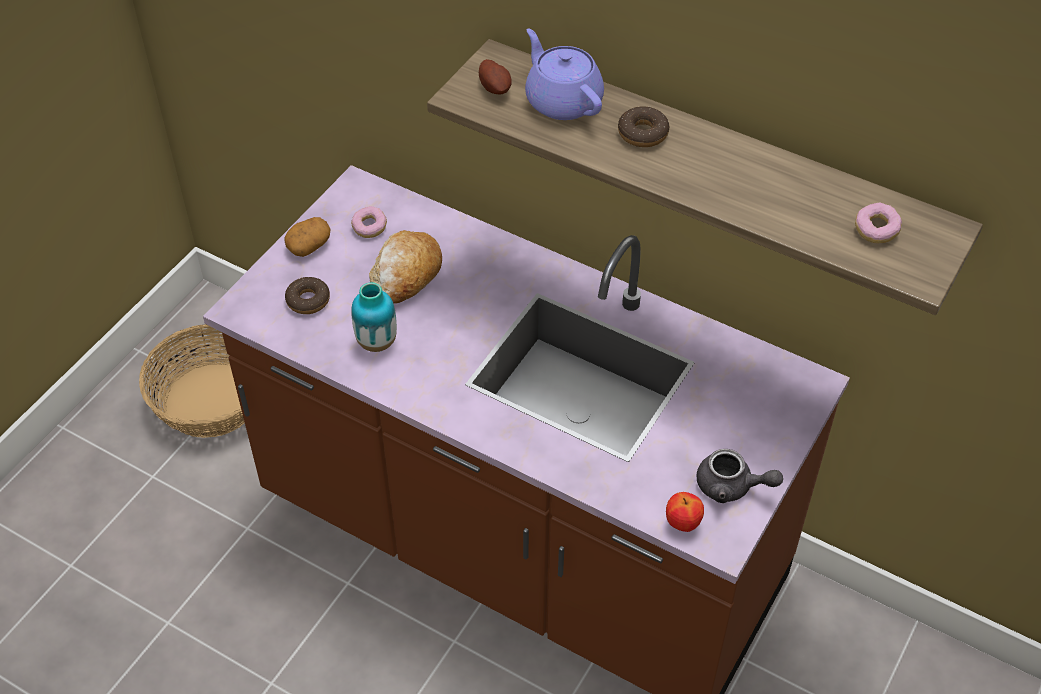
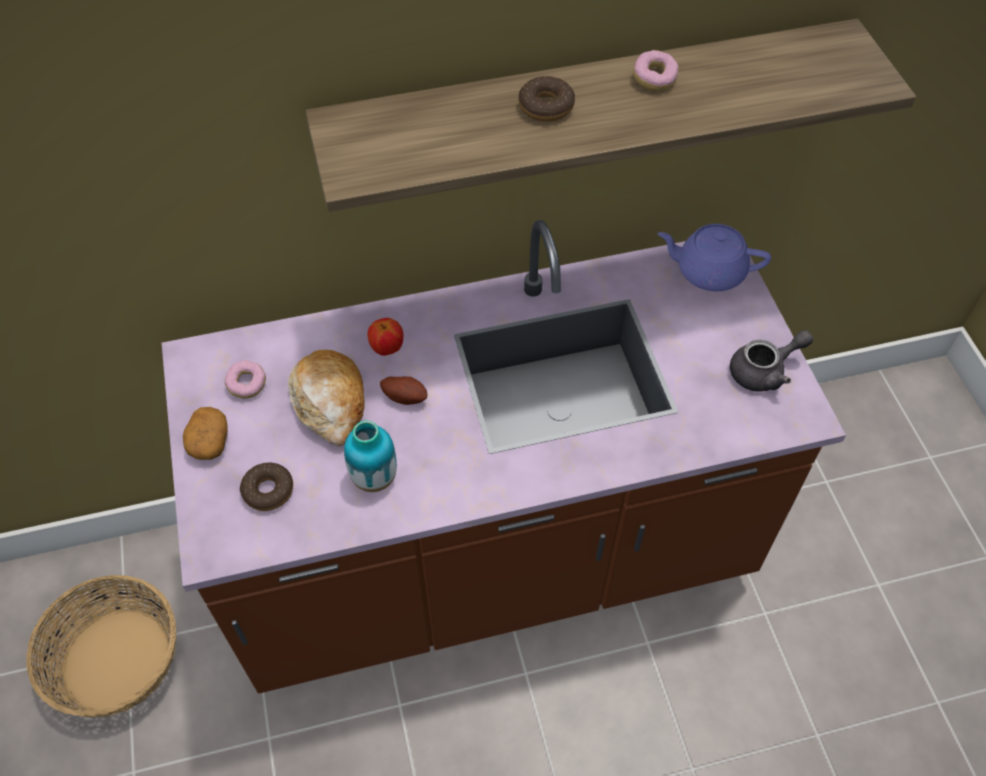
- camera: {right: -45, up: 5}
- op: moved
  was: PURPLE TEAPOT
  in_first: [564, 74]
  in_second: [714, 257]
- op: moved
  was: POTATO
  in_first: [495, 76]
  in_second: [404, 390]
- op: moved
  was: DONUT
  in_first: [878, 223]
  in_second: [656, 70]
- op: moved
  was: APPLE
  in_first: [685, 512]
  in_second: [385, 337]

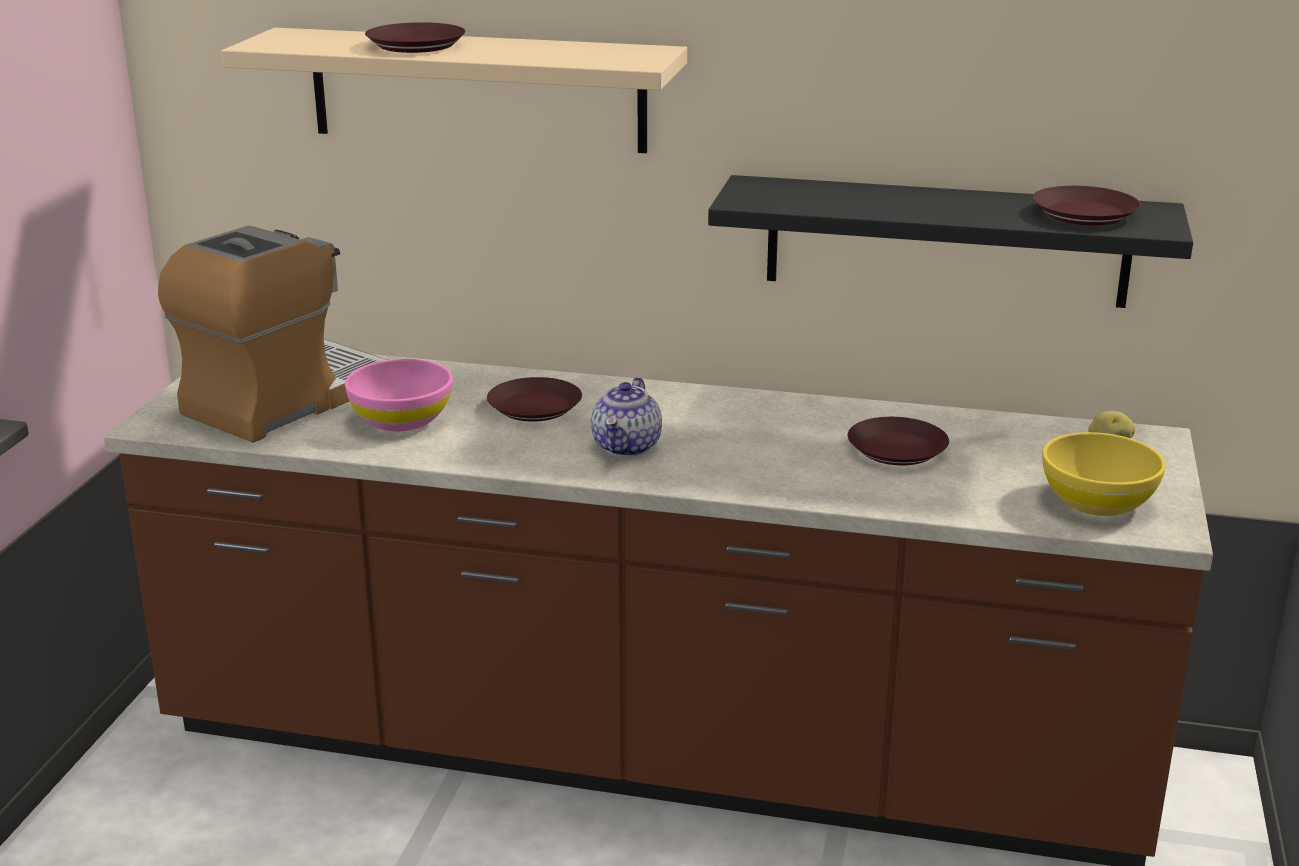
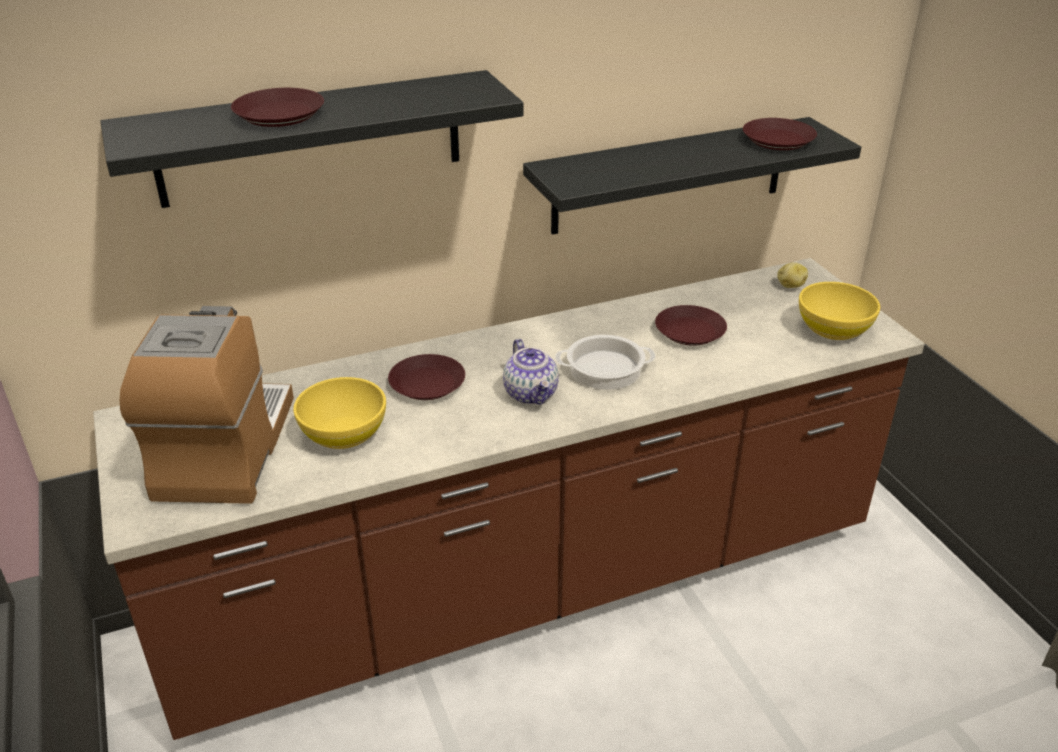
- camera: {right: -35, up: 10}
- op: recoloured
  was: BEIGE SHELF
  now: BLACK SHELF
  in_first: [454, 90]
  in_second: [311, 139]
- op: recoloured
  was: PINK BOWL
  now: YELLOW BOWL
  in_first: [399, 395]
  in_second: [339, 413]
- op: added
  now: COOKING POT
  in_second: [605, 362]

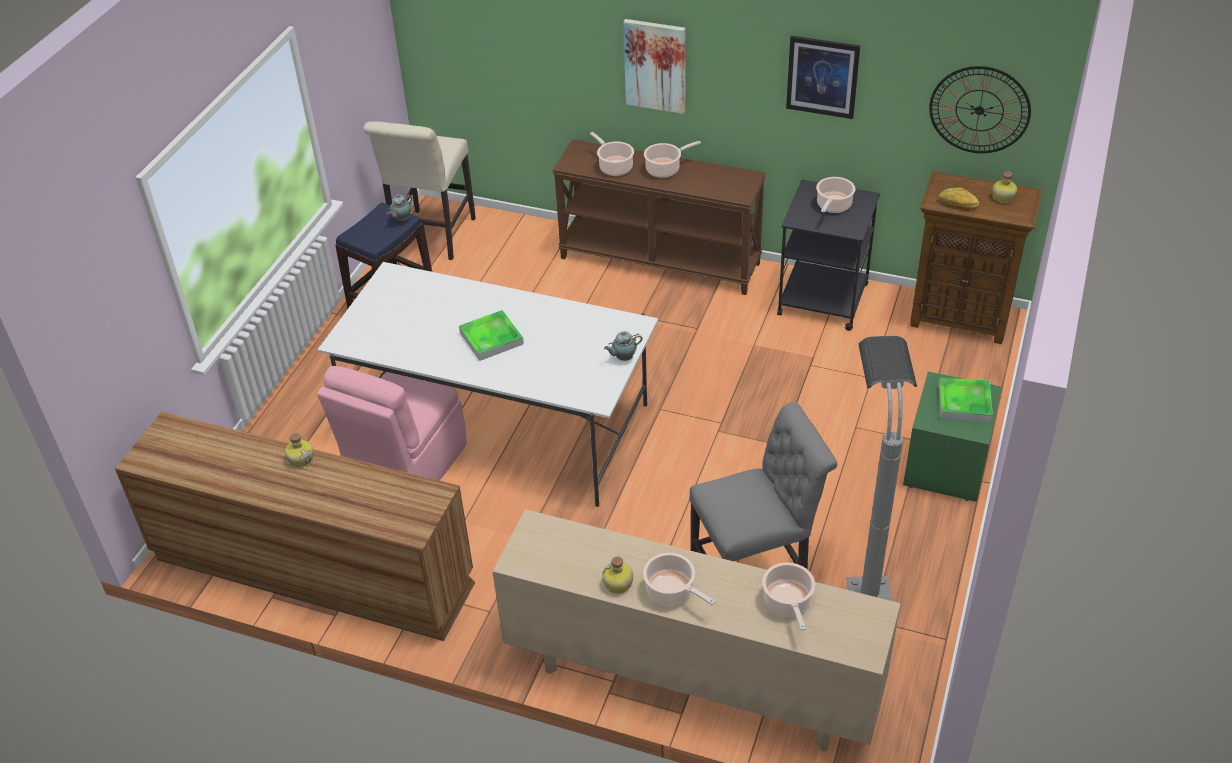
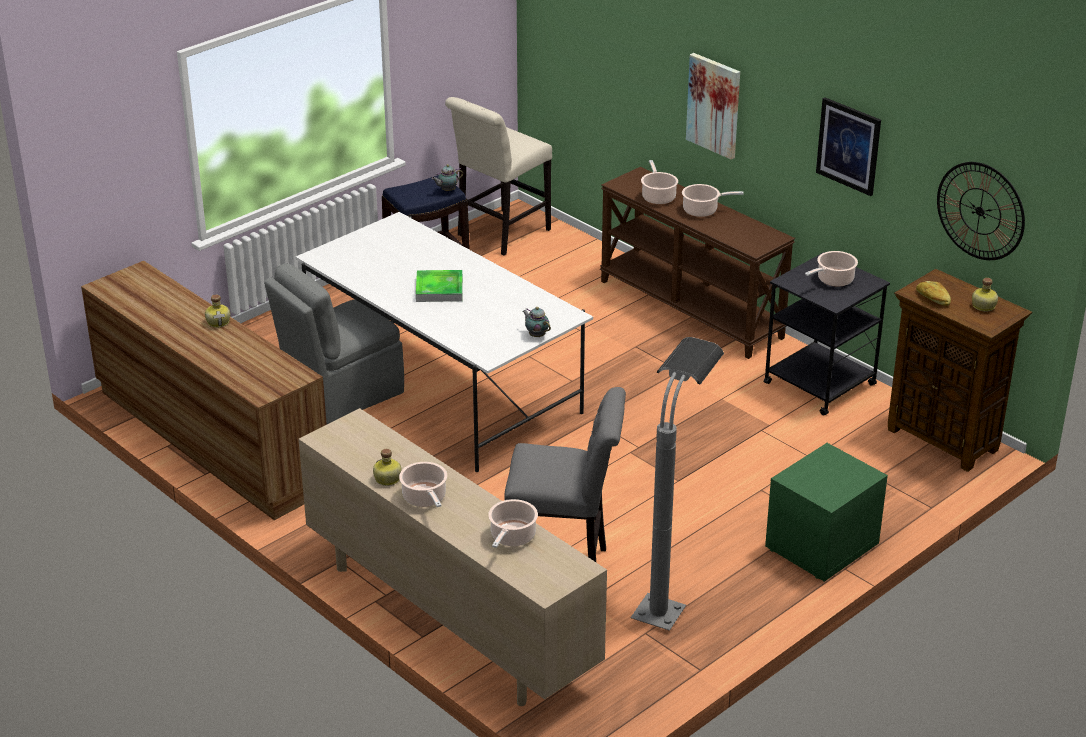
- camera: {right: 25, up: -10}
- op: turned
  was: TEAPOT
  in_first: [623, 346]
  in_second: [537, 322]
  clockwise: 45
- op: recoloured
  was: PINK CHAIR
  now: GREY CHAIR
  in_first: [392, 423]
  in_second: [334, 343]
- op: removed
  was: TRAY
  in_first: [966, 399]

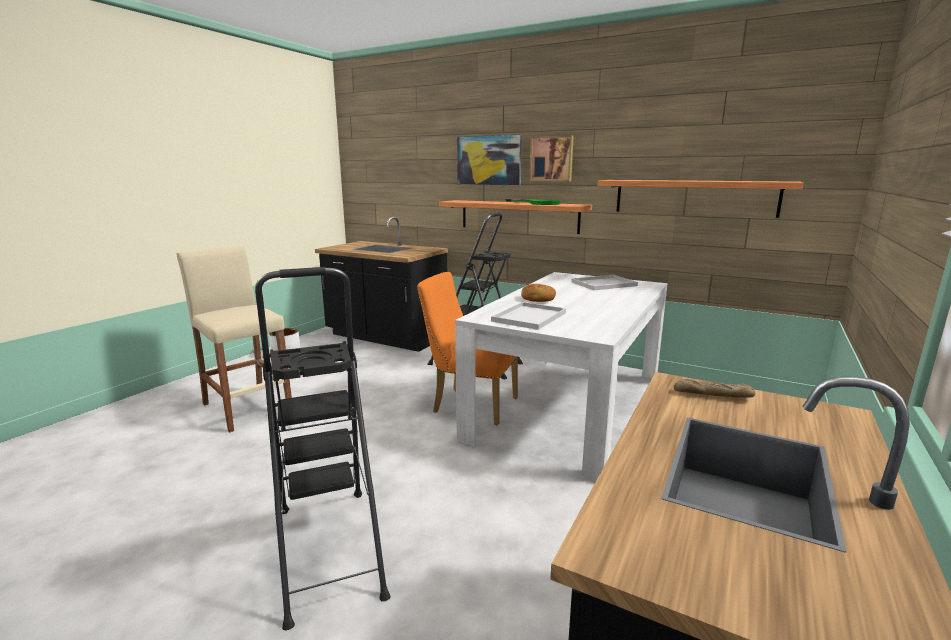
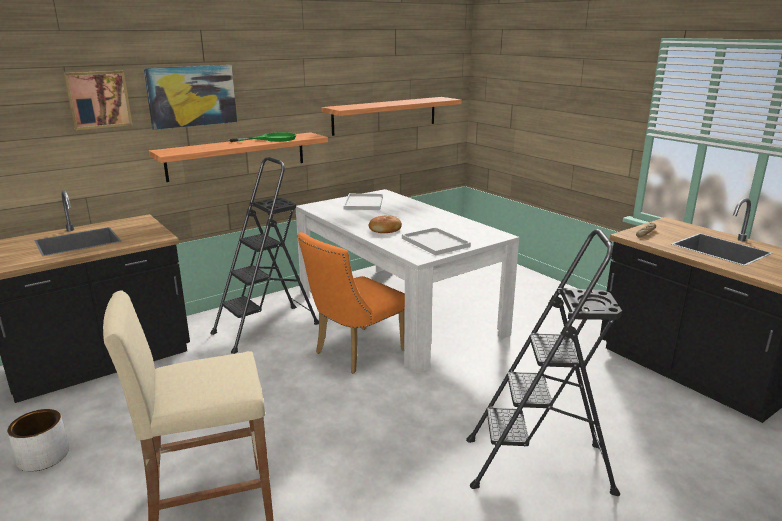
- camera: {right: -65, up: 5}
- op: moved
  was: PICTURE
  in_first: [551, 158]
  in_second: [97, 100]

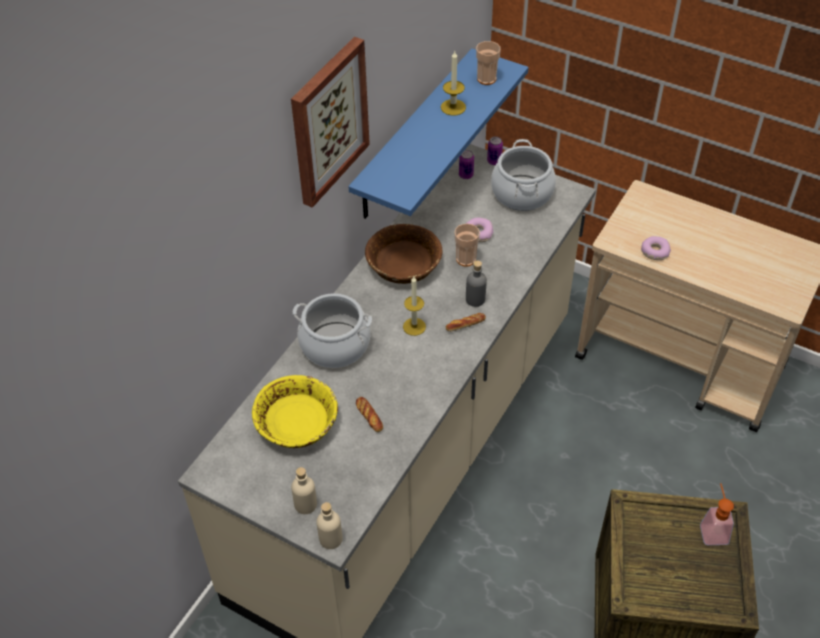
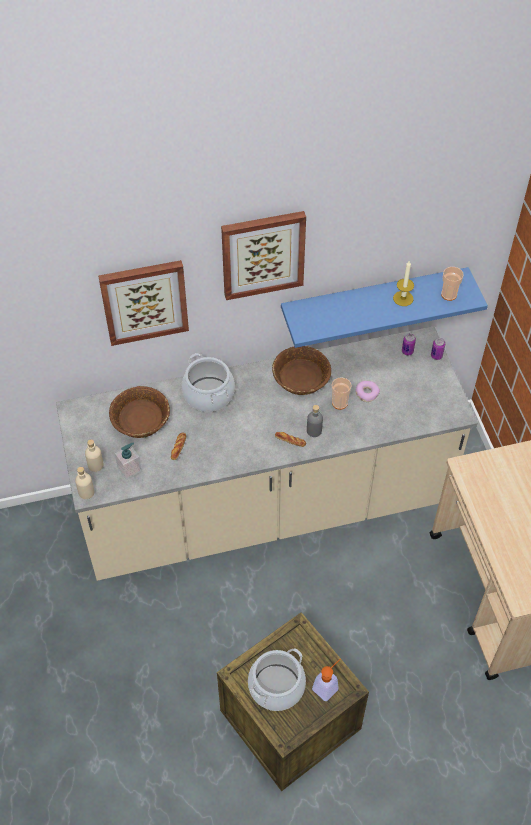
- camera: {right: 45, up: 5}
- op: moved
  was: COOKING POT
  in_first: [523, 175]
  in_second: [277, 679]
- op: removed
  was: DONUT
  in_first: [656, 248]
- op: removed
  was: CANDLE
  in_first: [414, 306]
- op: recoloured
  was: YELLOW BOWL
  now: BROWN BOWL
  in_first: [295, 411]
  in_second: [139, 412]
- op: added
  now: PICTURE
  in_second: [143, 303]
- op: added
  now: SOAP DISPENSER
  in_second: [128, 461]

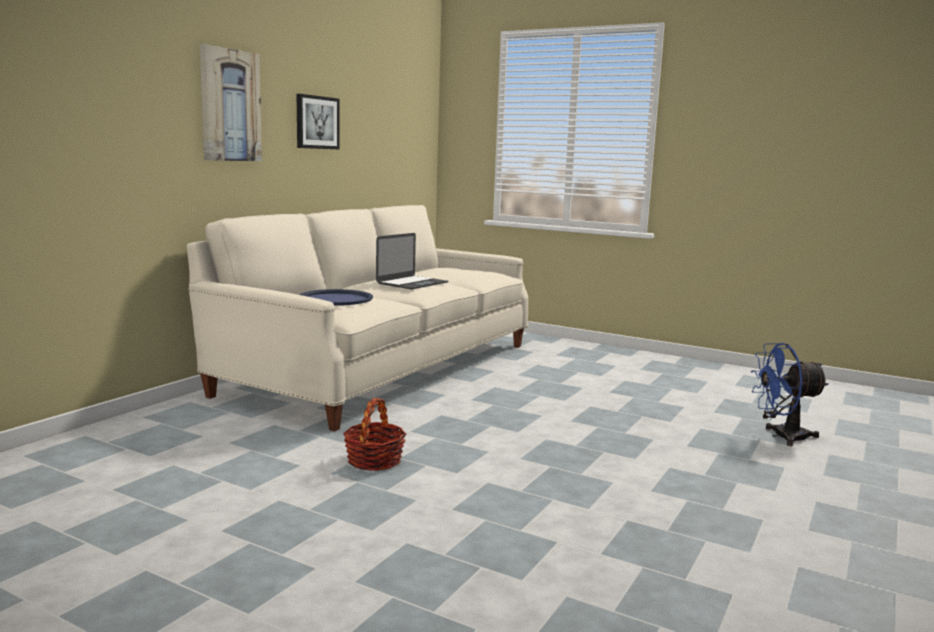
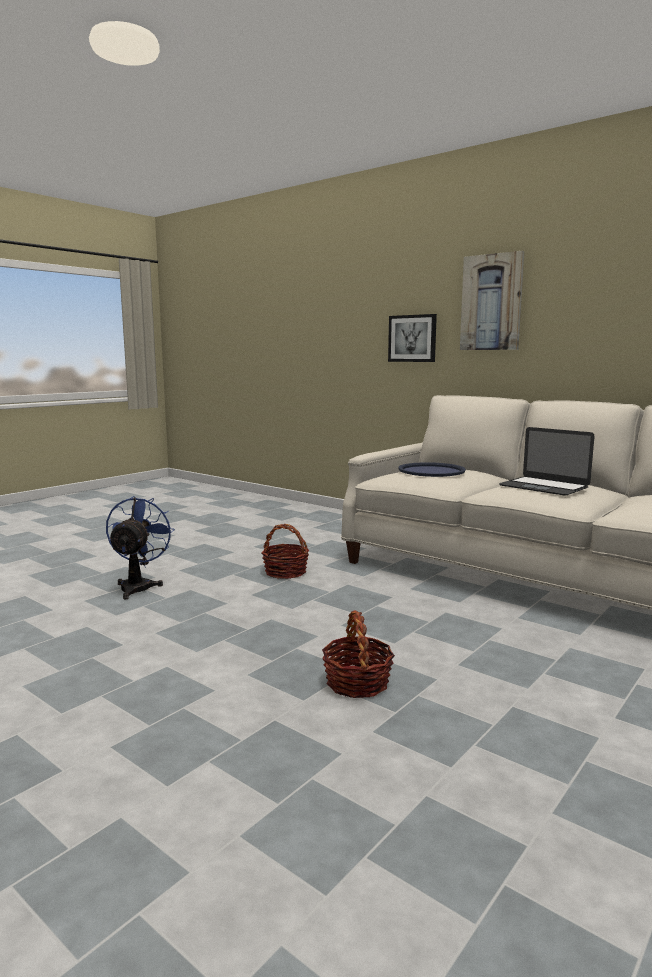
- camera: {right: 100, up: 0}
- op: moved
  was: PICTURE
  in_first: [318, 121]
  in_second: [412, 338]
- op: moved
  was: BLUE FAN
  in_first: [790, 394]
  in_second: [140, 547]
- op: added
  now: BASKET
  in_second: [358, 654]

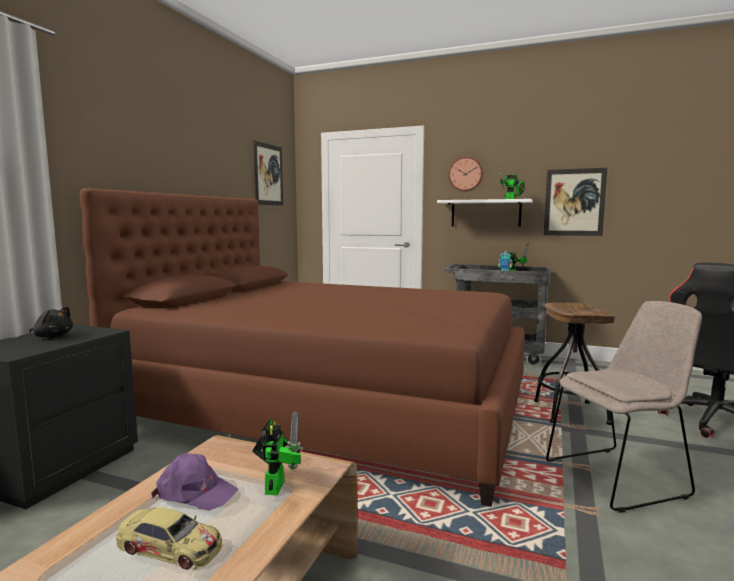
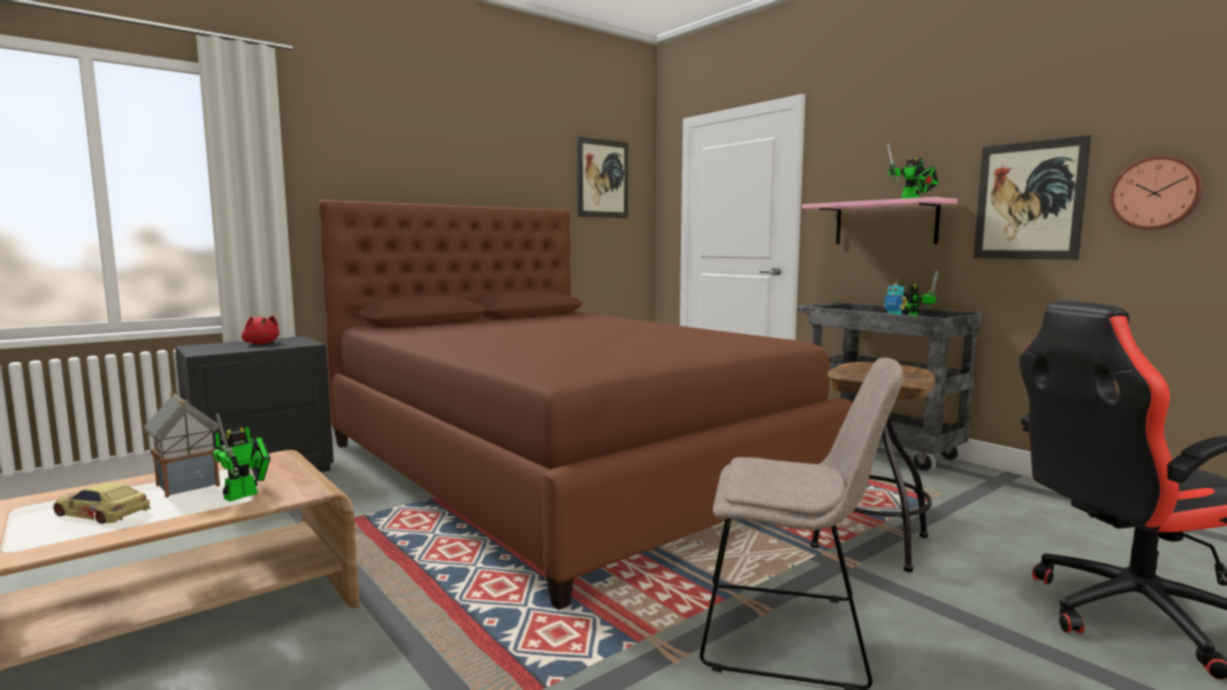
- camera: {right: 30, up: 0}
- op: moved
  was: WALL CLOCK
  in_first: [466, 173]
  in_second: [1156, 193]
- op: recoloured
  was: WHITE SHELF
  now: PINK SHELF
  in_first: [485, 213]
  in_second: [880, 220]
- op: recoloured
  was: BLACK PLUSH TOY
  now: RED PLUSH TOY
  in_first: [51, 322]
  in_second: [260, 329]
- op: replaced
  was: PURPLE CAP
  now: TOY HOUSE
  in_first: [194, 482]
  in_second: [182, 445]
- op: turned
  was: TOY CAR
  in_first: [169, 538]
  in_second: [101, 503]
  clockwise: 150

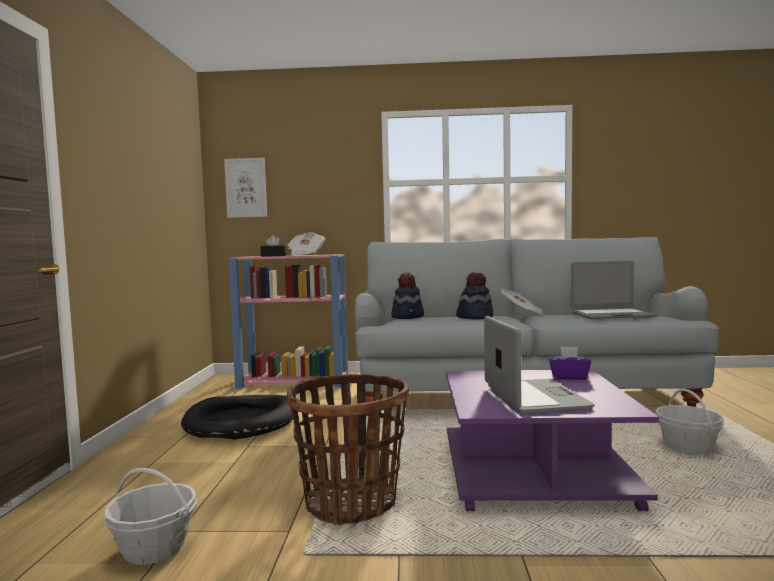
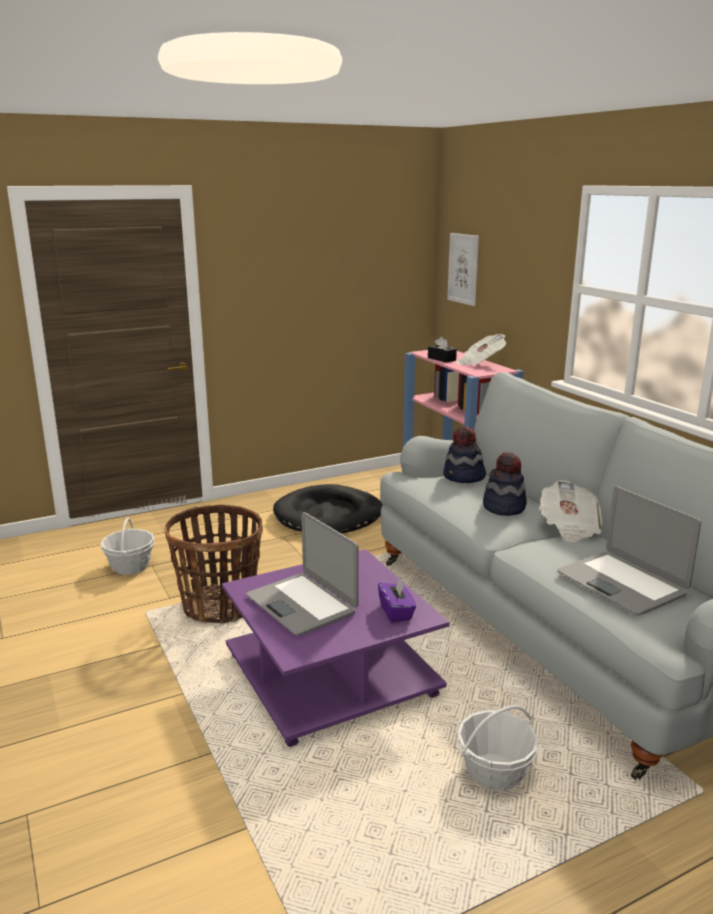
- camera: {right: 60, up: 15}
- op: turned
  was: LAPTOP
  in_first: [539, 365]
  in_second: [302, 573]
  clockwise: 90

